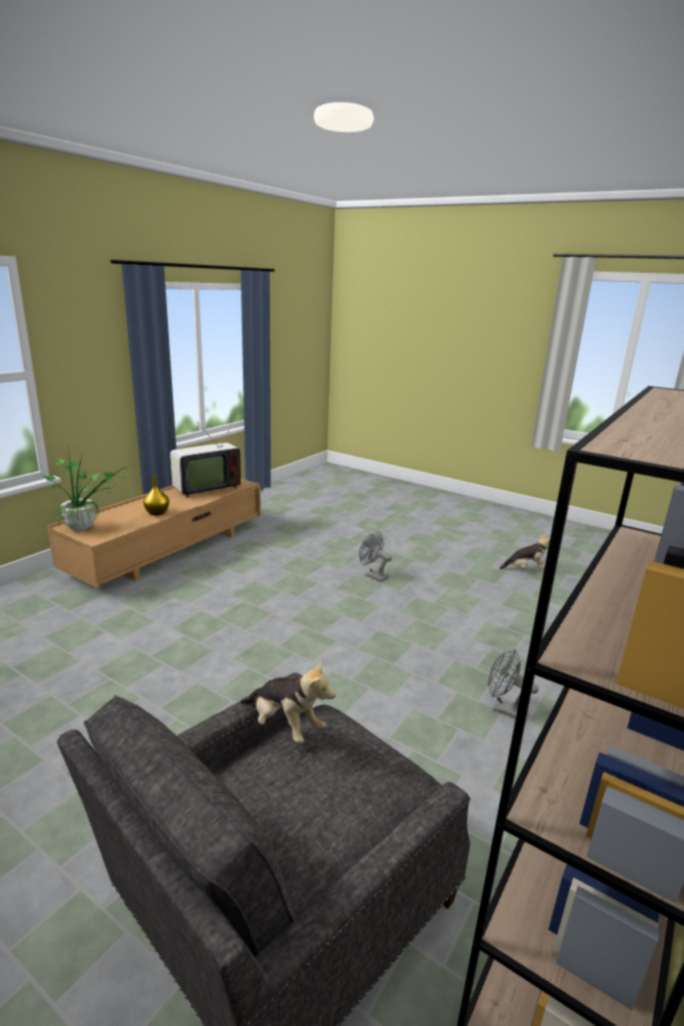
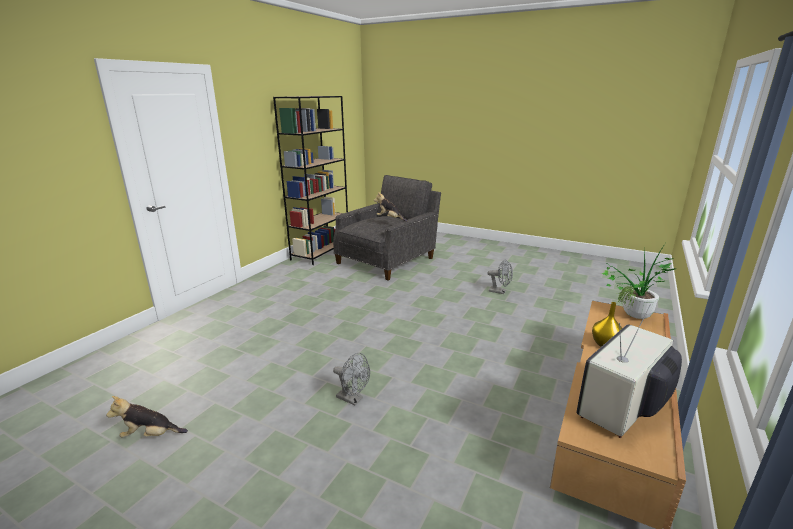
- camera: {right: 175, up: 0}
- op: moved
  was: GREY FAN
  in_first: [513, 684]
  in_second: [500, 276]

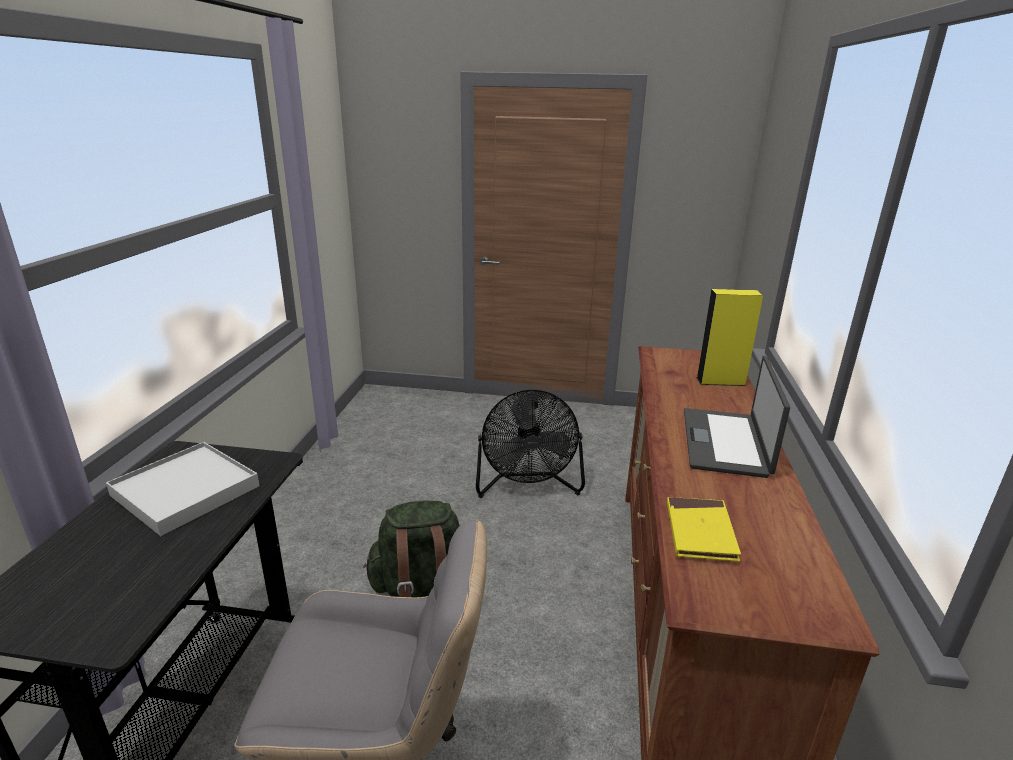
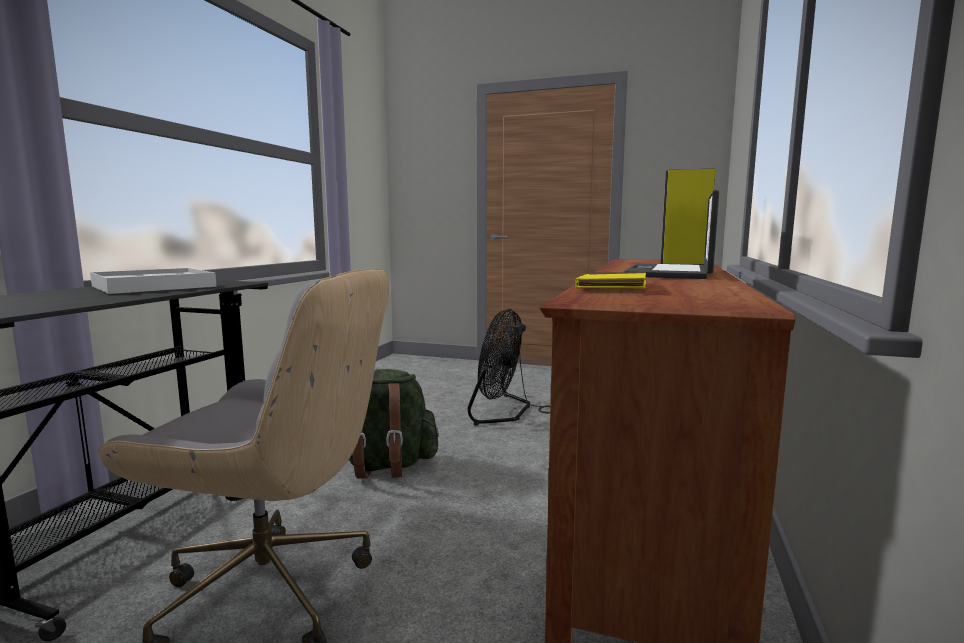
- camera: {right: 10, up: -15}
- op: turned
  was: BLACK FAN
  in_first: [530, 444]
  in_second: [509, 367]
  clockwise: 105

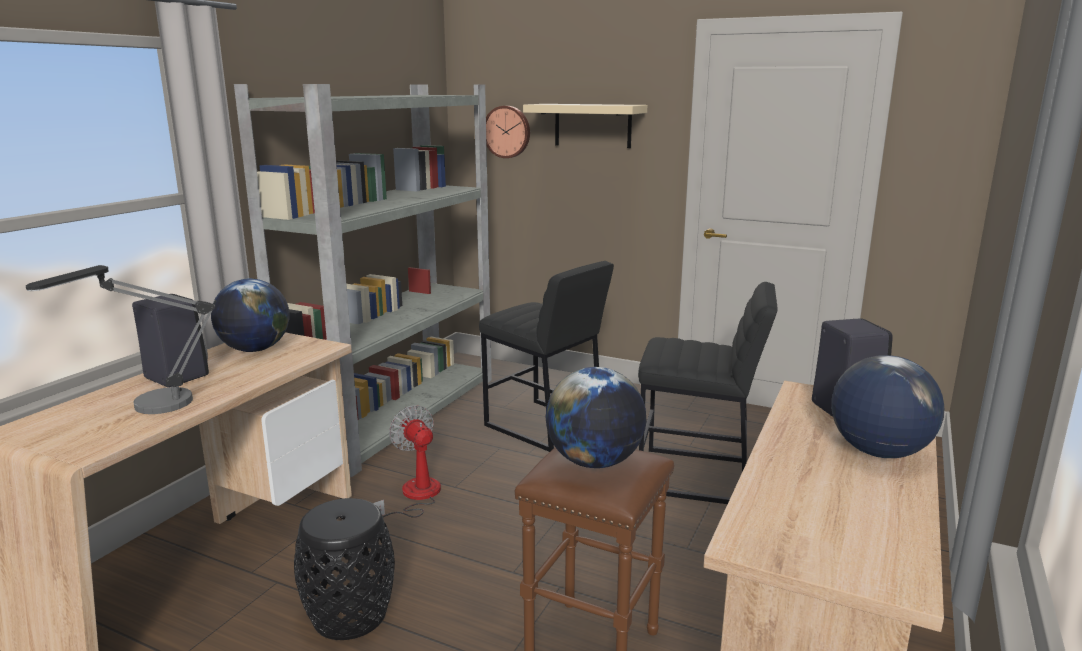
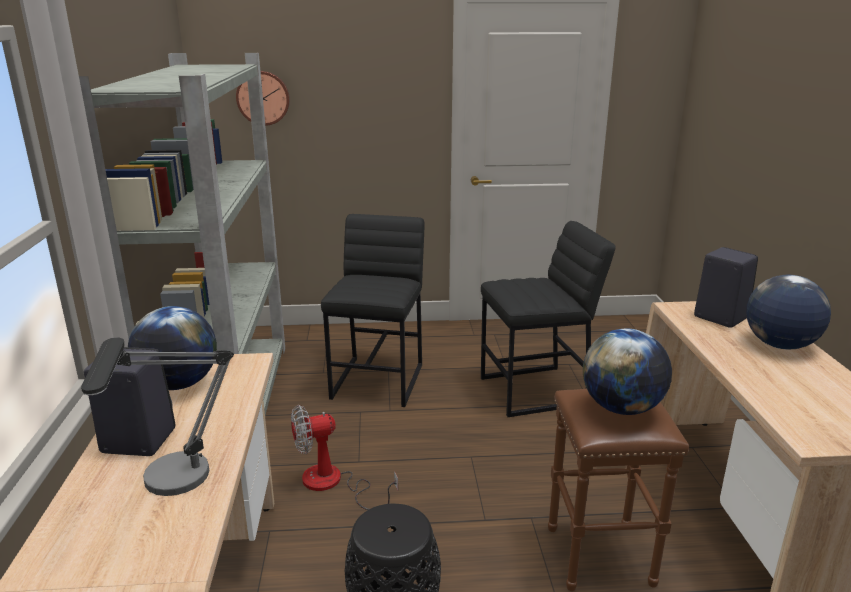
- camera: {right: -30, up: 5}
- op: removed
  was: BEIGE SHELF
  in_first: [585, 126]
- op: turned
  was: BLACK CHAIR
  in_first: [546, 356]
  in_second: [373, 310]
  clockwise: -90
- op: turned
  was: FAN
  in_first: [407, 461]
  in_second: [344, 457]
  clockwise: -45

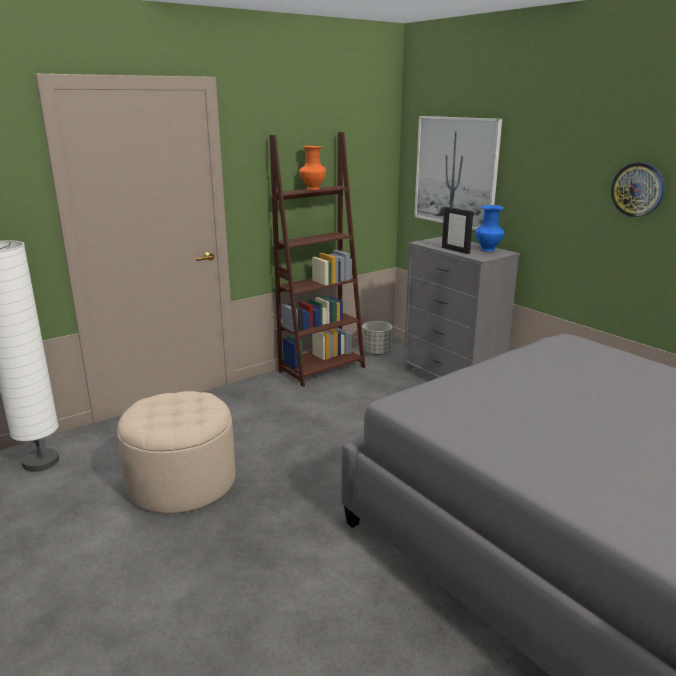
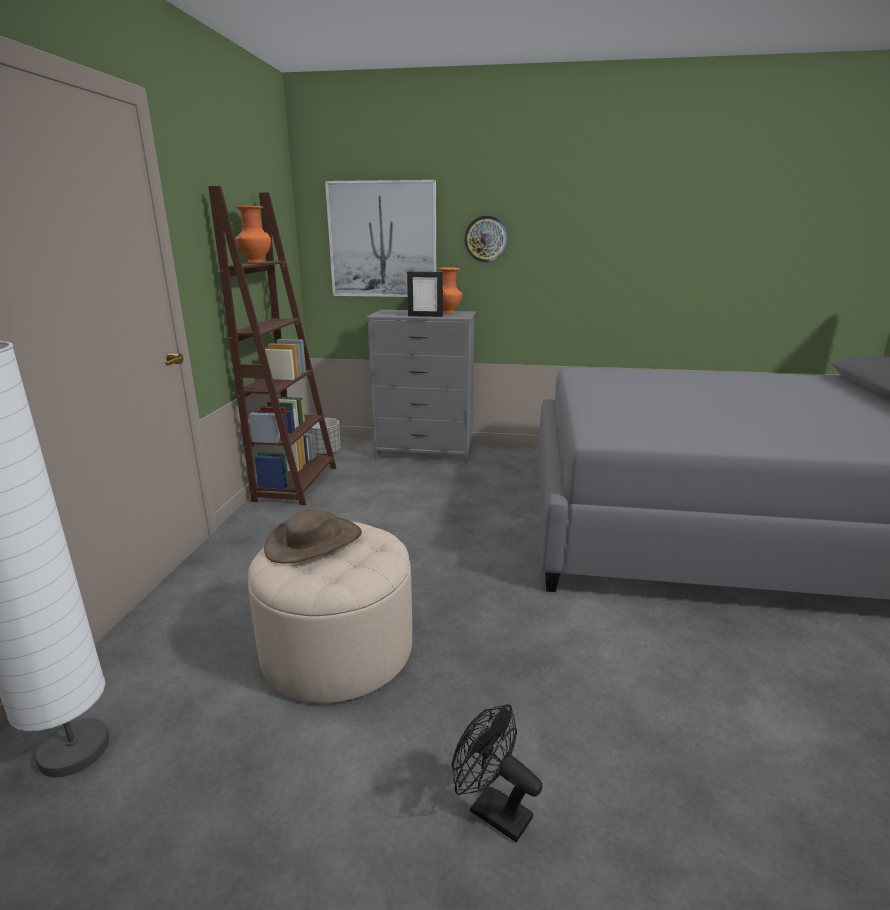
- camera: {right: -45, up: 0}
- op: moved
  was: WALL CLOCK
  in_first: [638, 189]
  in_second: [486, 239]
- op: recoloured
  was: BLUE VASE
  now: ORANGE VASE
  in_first: [489, 228]
  in_second: [450, 290]
- op: added
  now: BROWN HAT
  in_second: [313, 537]
- op: added
  now: BLACK FAN
  in_second: [497, 773]

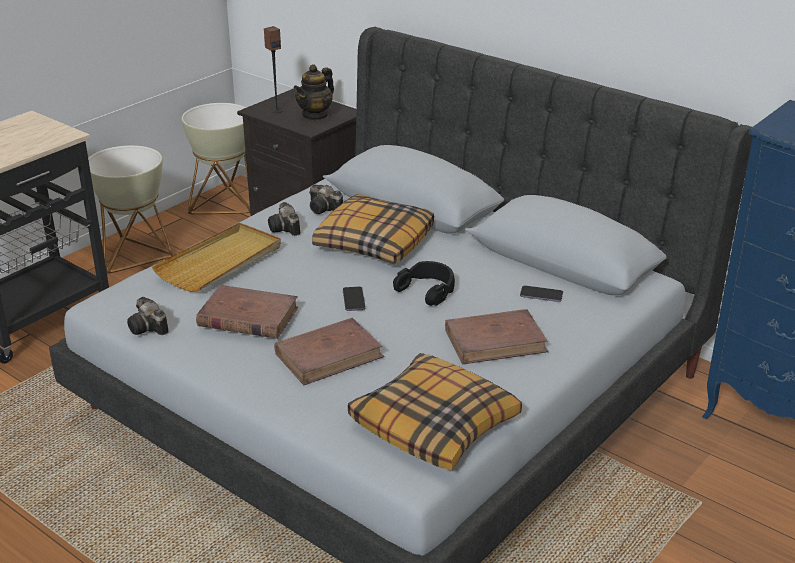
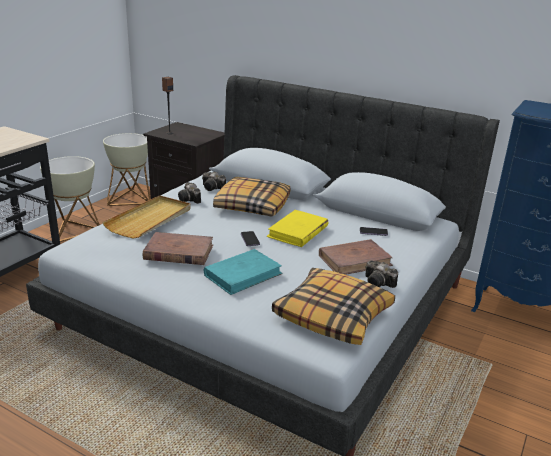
- camera: {right: -10, up: -5}
- op: removed
  was: TEAPOT
  in_first: [314, 92]
- op: replaced
  was: BLACK HEADPHONES
  now: YELLOW BOOK
  in_first: [424, 283]
  in_second: [297, 228]
- op: moved
  was: PHOTO CAMERA
  in_first: [147, 316]
  in_second: [381, 274]
- op: recoloured
  was: BROWN BOOK
  now: TURQUOISE BOOK
  in_first: [329, 351]
  in_second: [243, 272]

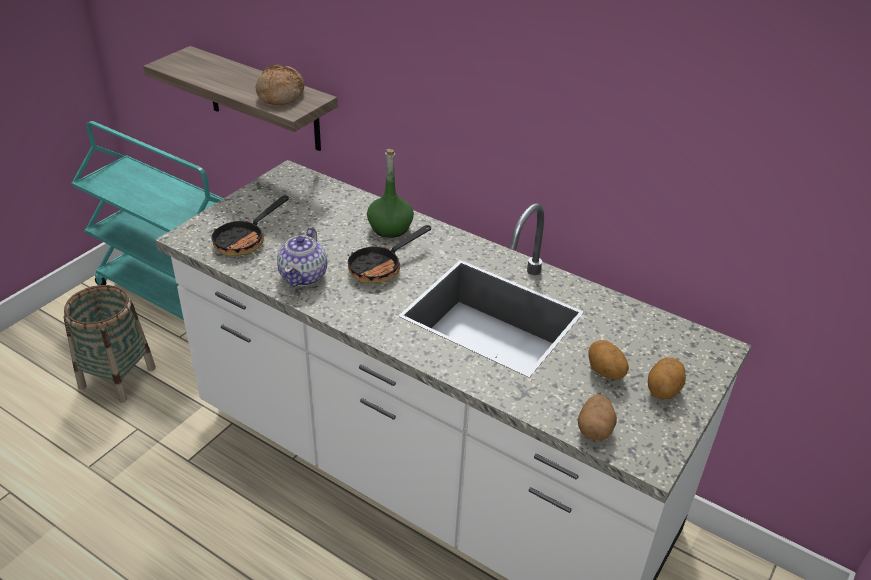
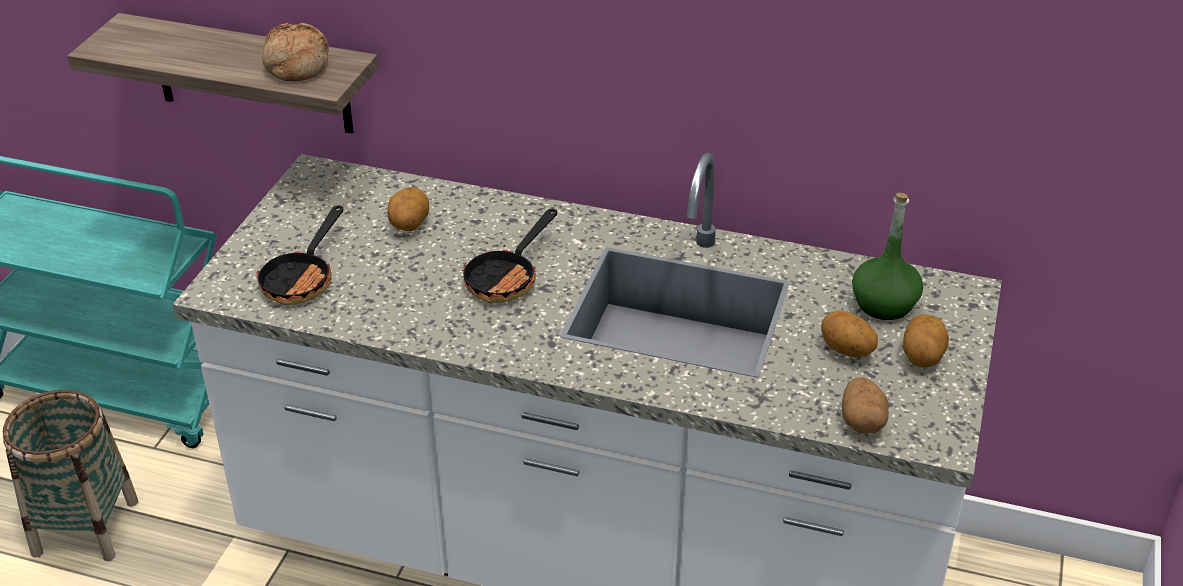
- camera: {right: -15, up: 0}
- op: moved
  was: GREEN BOTTLE
  in_first: [390, 193]
  in_second: [887, 256]
- op: removed
  was: TEAPOT
  in_first: [302, 257]
- op: added
  now: POTATO
  in_second: [408, 209]

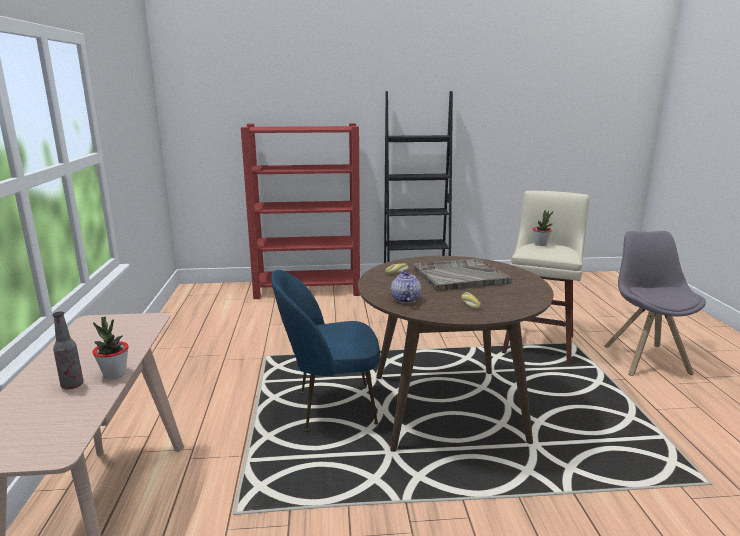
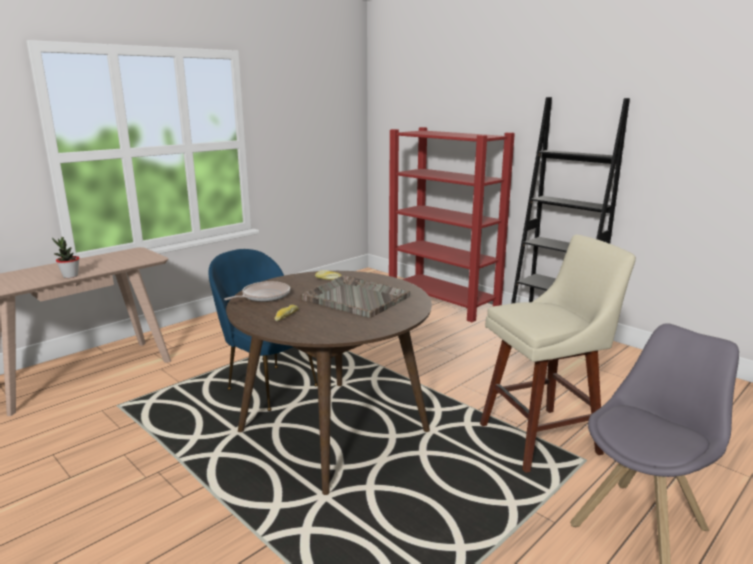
- camera: {right: 50, up: 0}
- op: removed
  was: POTTED PLANT
  in_first: [543, 228]
- op: replaced
  was: TEAPOT
  now: FRYING PAN
  in_first: [406, 287]
  in_second: [257, 291]
- op: removed
  was: BOTTLE
  in_first: [68, 350]

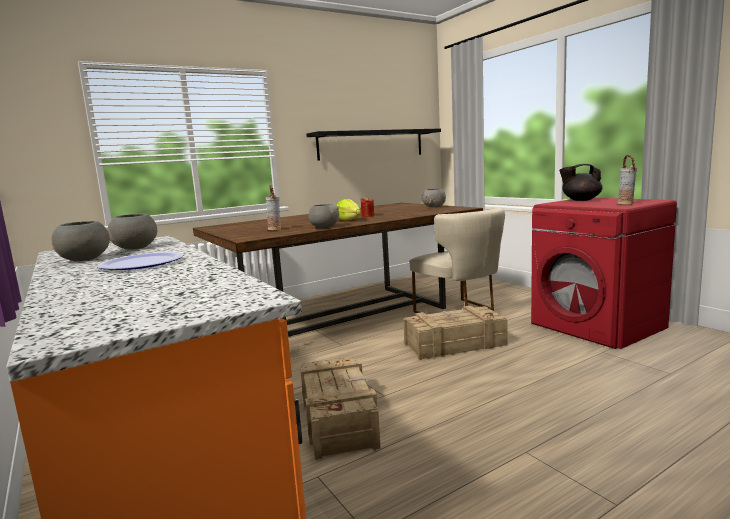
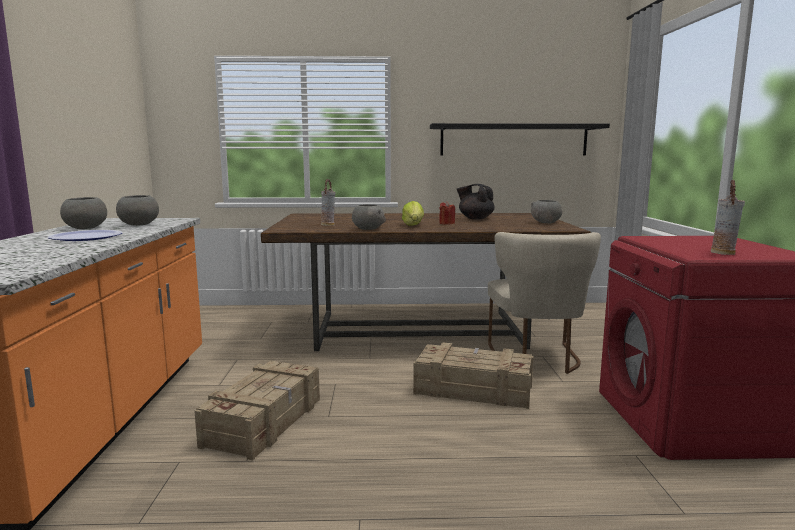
- camera: {right: 30, up: 0}
- op: moved
  was: BLACK TEAPOT
  in_first: [581, 182]
  in_second: [476, 202]

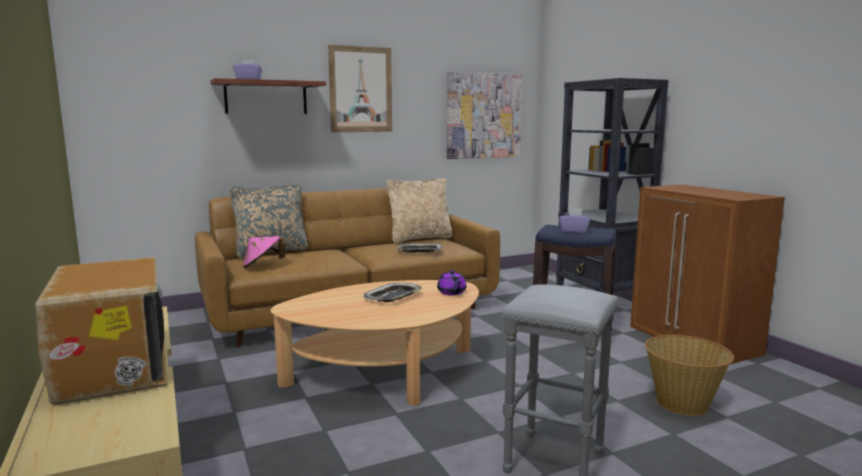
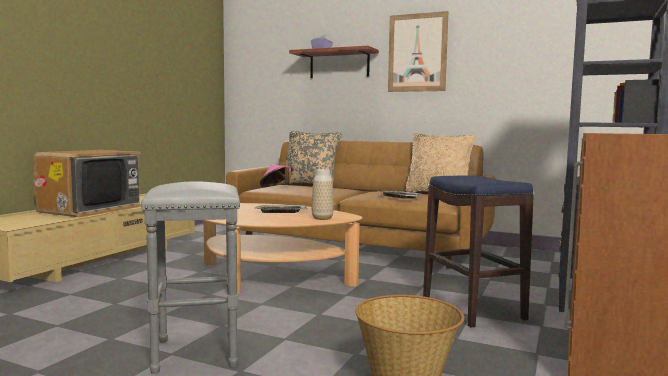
- camera: {right: 50, up: -5}
- op: removed
  was: PICTURE
  in_first: [484, 115]
- op: removed
  was: PURPLE TISSUE BOX
  in_first: [574, 220]
- op: replaced
  was: PURPLE TEAPOT
  now: VASE
  in_first: [452, 282]
  in_second: [323, 194]

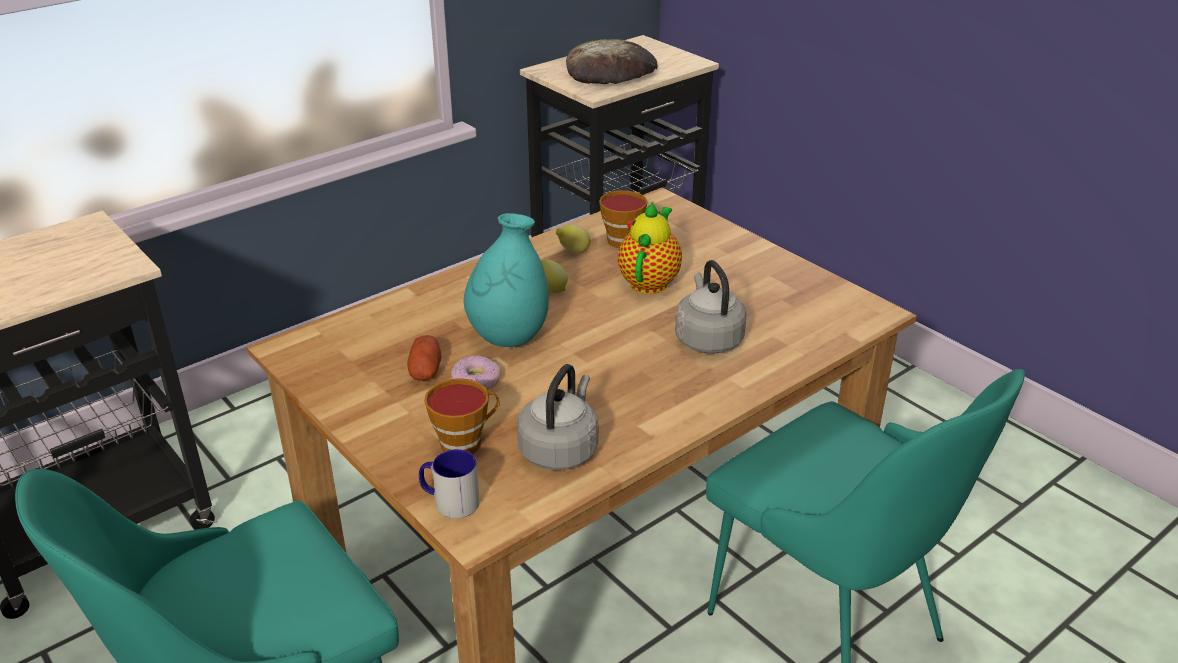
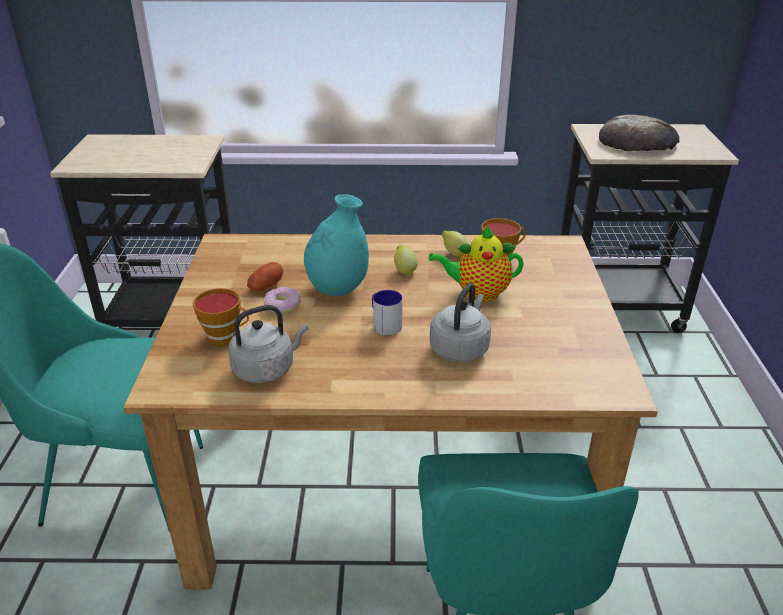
- camera: {right: 40, up: 0}
- op: turned
  was: TEAPOT
  in_first: [650, 247]
  in_second: [476, 264]
  clockwise: -150
- op: moved
  was: MUG
  in_first: [449, 483]
  in_second: [387, 313]

